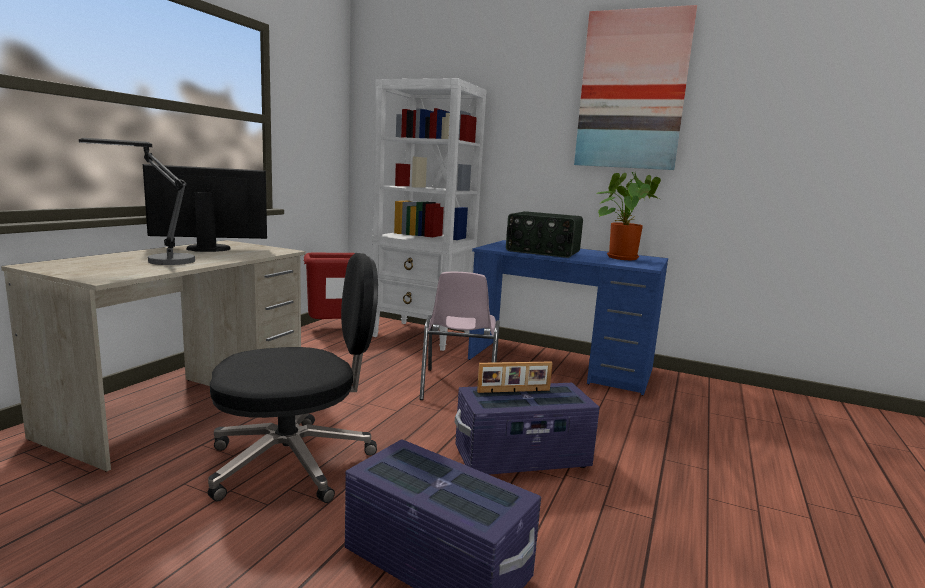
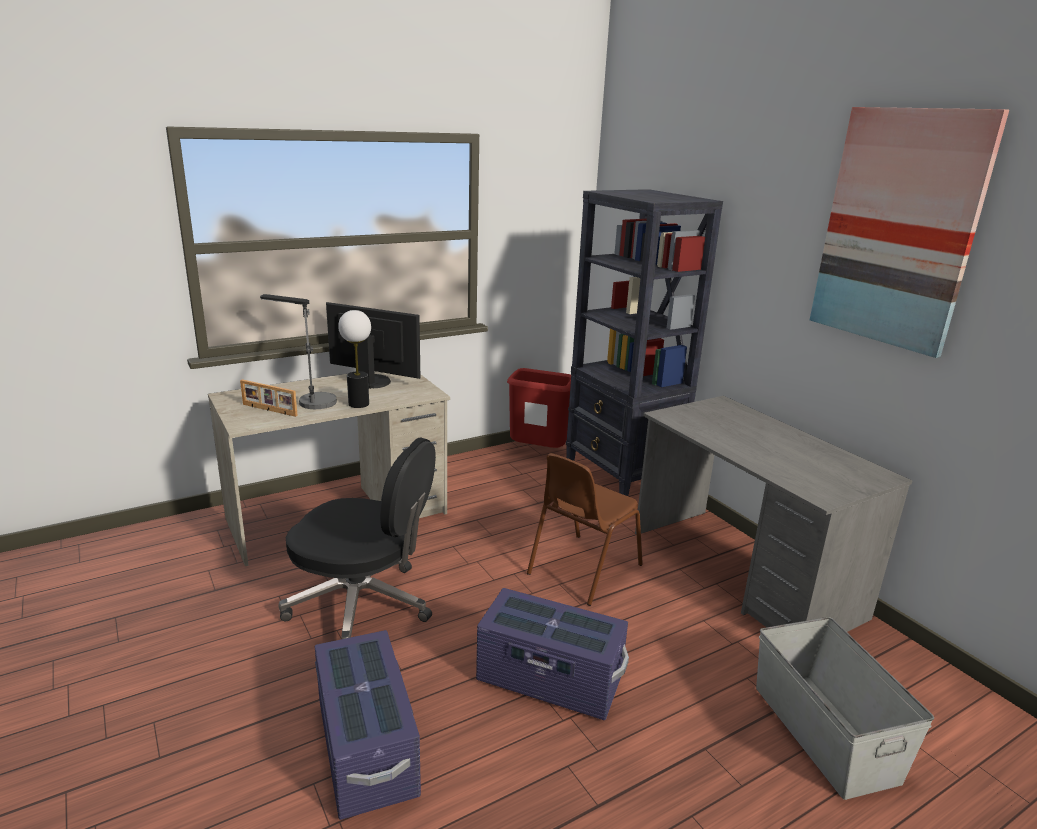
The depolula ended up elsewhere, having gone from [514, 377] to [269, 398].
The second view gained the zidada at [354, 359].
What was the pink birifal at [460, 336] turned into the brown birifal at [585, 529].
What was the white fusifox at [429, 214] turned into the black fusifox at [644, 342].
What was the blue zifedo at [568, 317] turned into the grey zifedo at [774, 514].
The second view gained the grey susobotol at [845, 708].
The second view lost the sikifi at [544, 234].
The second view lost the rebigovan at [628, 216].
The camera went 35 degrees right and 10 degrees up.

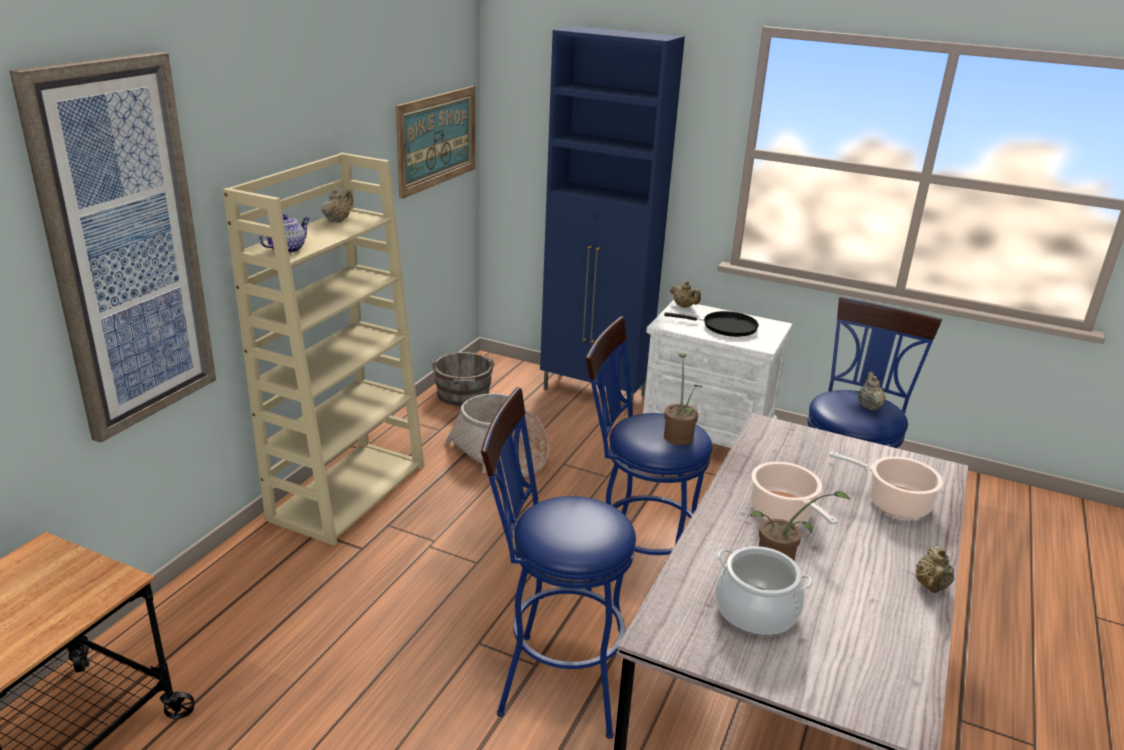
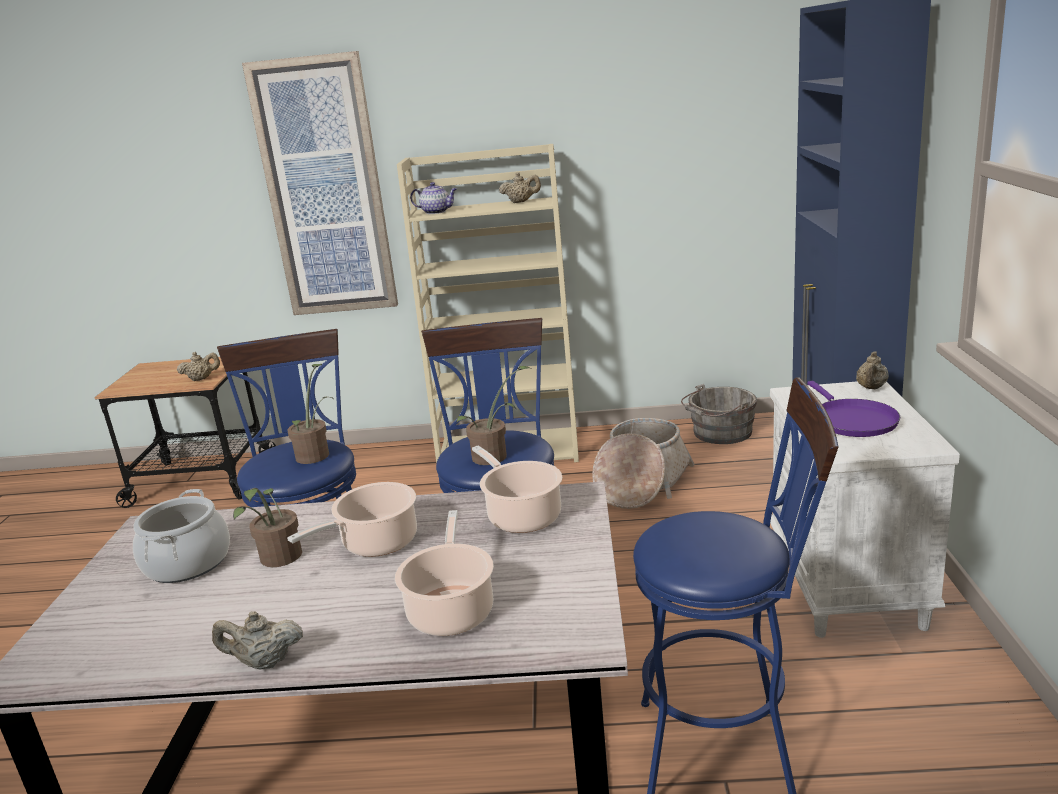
The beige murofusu ended up elsewhere, having gone from [872, 390] to [198, 366].
The second view gained the rebigovan at [311, 414].
The second view gained the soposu at [517, 489].
What was the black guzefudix at [711, 324] turned into the purple guzefudix at [853, 409].
The second view lost the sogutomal at [436, 142].
The camera went 70 degrees right and 5 degrees down.

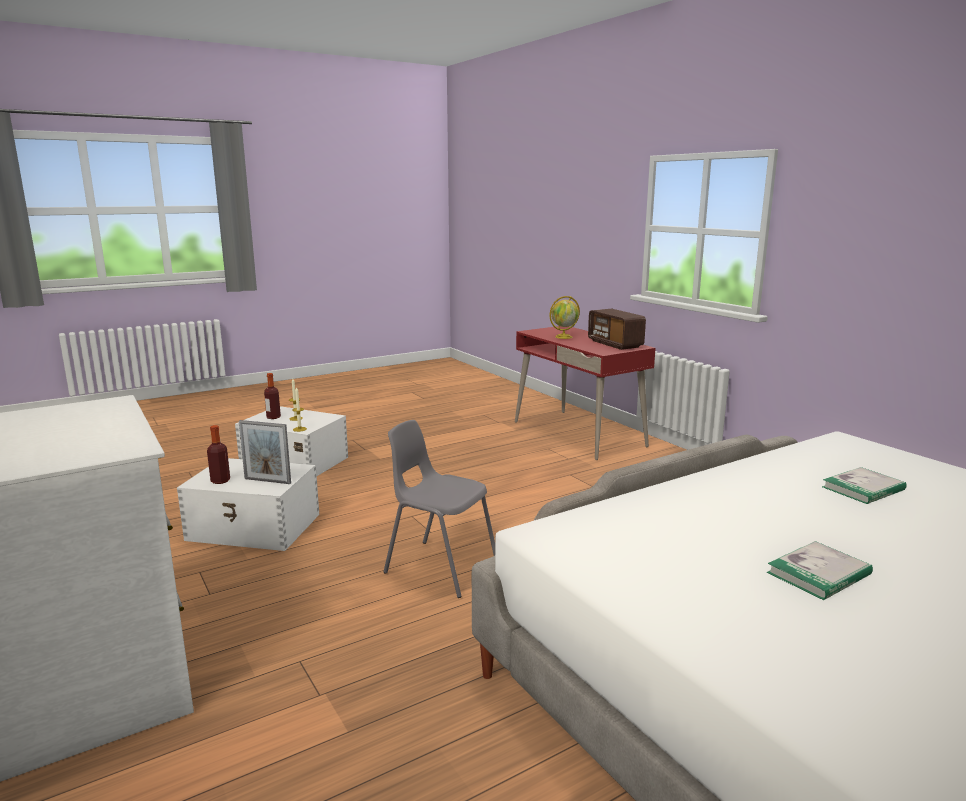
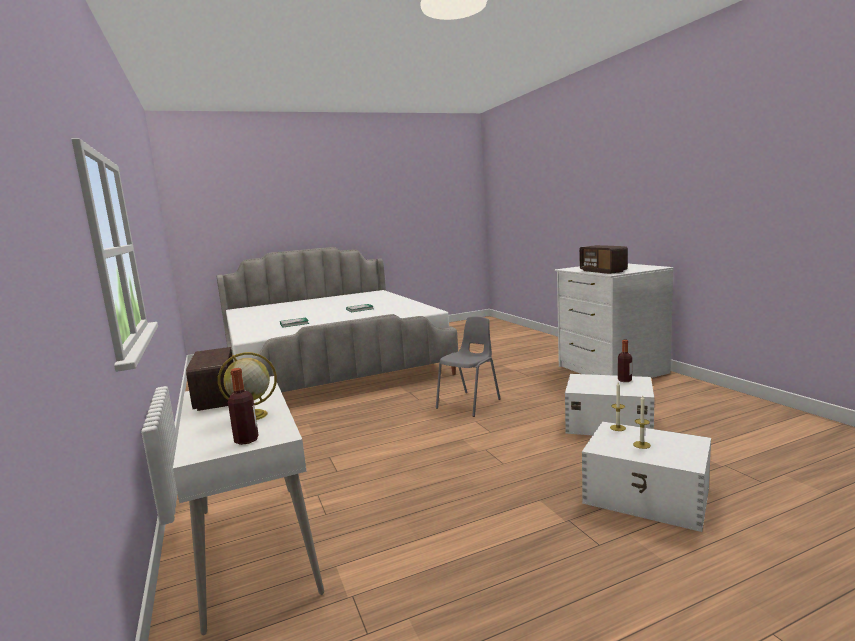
What was the red zifedo at [585, 393] turned into the white zifedo at [248, 505].
The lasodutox ended up elsewhere, having gone from [272, 396] to [243, 406].
The grey birifal at [439, 509] ended up facing another way, 90 degrees counterclockwise from before.
The second view gained the sikifi at [603, 259].
The second view lost the depolula at [265, 452].
The camera went 170 degrees left and 5 degrees down.

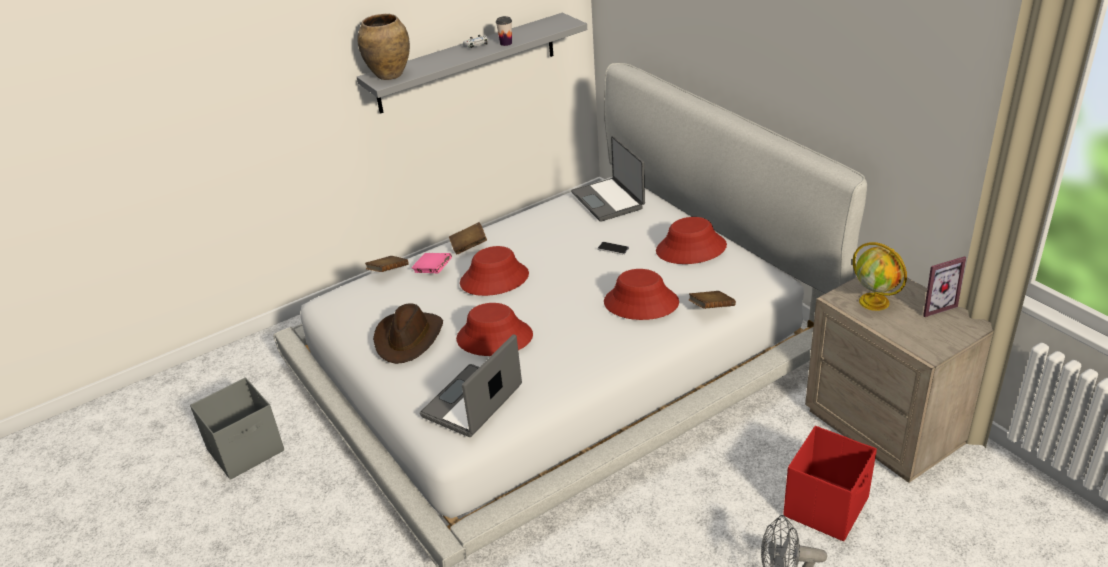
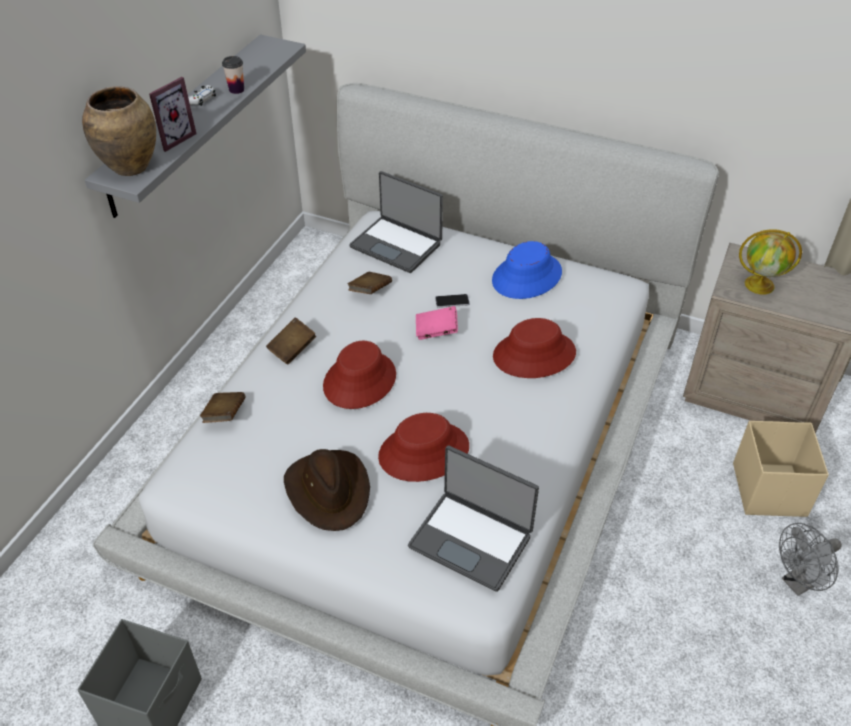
The depolula ended up elsewhere, having gone from [944, 286] to [172, 114].
The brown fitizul ended up elsewhere, having gone from [712, 300] to [370, 283].
The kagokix at [471, 385] ended up facing another way, 60 degrees counterclockwise from before.
The pink fitizul ended up elsewhere, having gone from [432, 263] to [437, 323].
What was the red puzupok at [691, 240] turned into the blue puzupok at [527, 270].
What was the red susobotol at [830, 483] turned into the beige susobotol at [781, 469].
The camera went 35 degrees left and 10 degrees up.

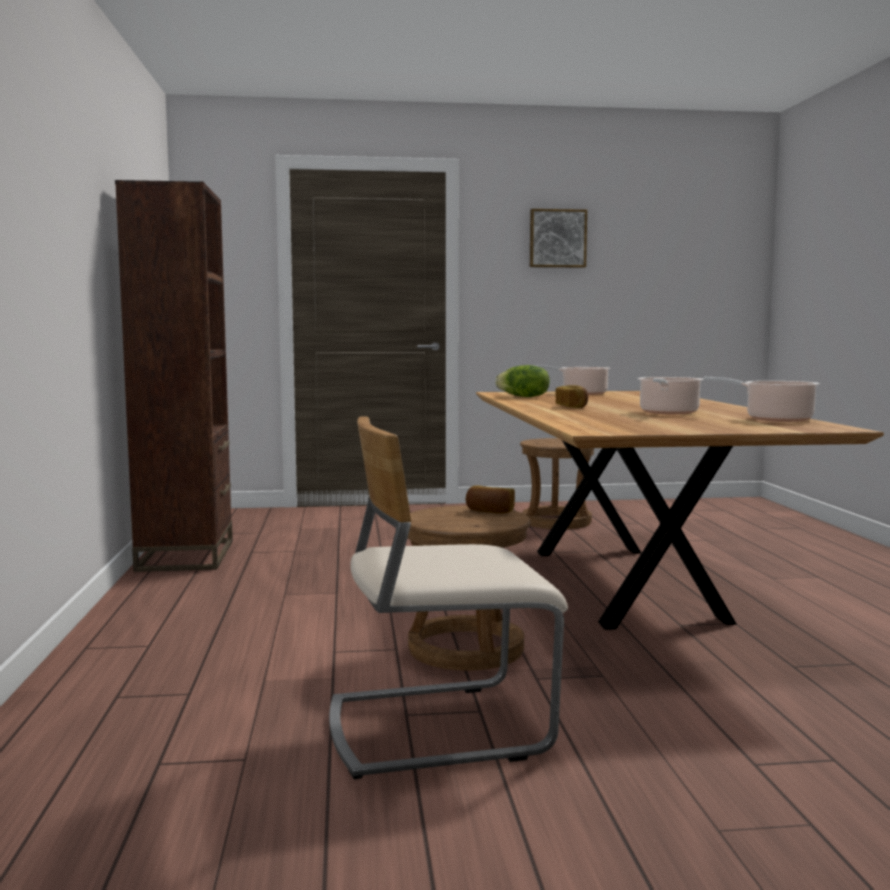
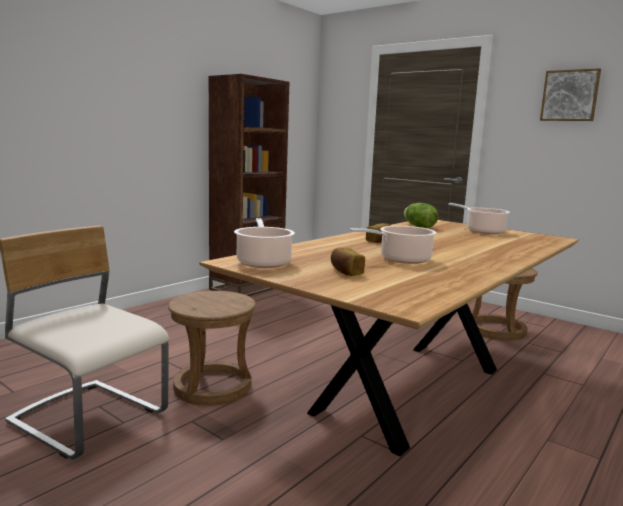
The soposu ended up elsewhere, having gone from [761, 399] to [264, 243].
The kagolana ended up elsewhere, having gone from [490, 499] to [348, 262].
The camera went 45 degrees right and 5 degrees up.

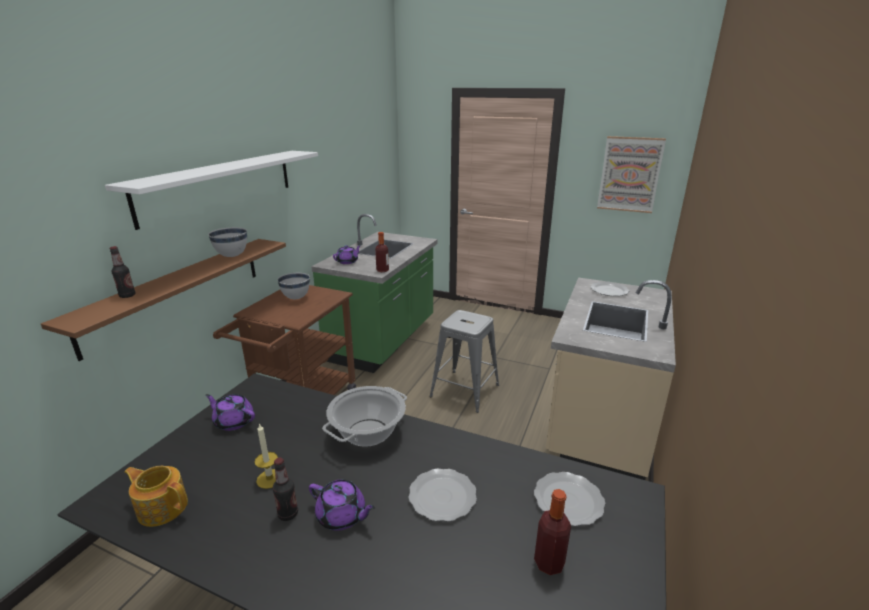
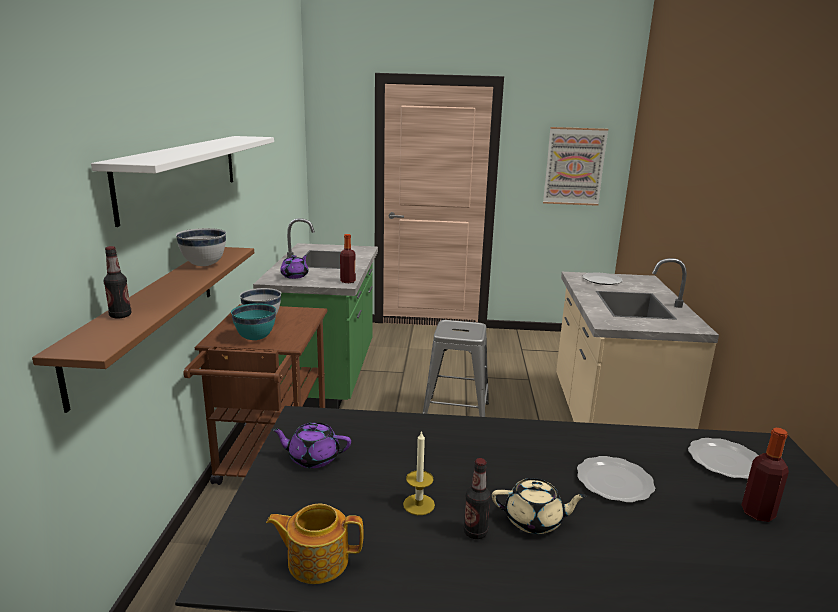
The second view gained the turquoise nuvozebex at [253, 321].
What was the purple murofusu at [342, 505] turned into the beige murofusu at [539, 506].
The second view lost the soposu at [364, 416].
The camera went 20 degrees left and 5 degrees down.

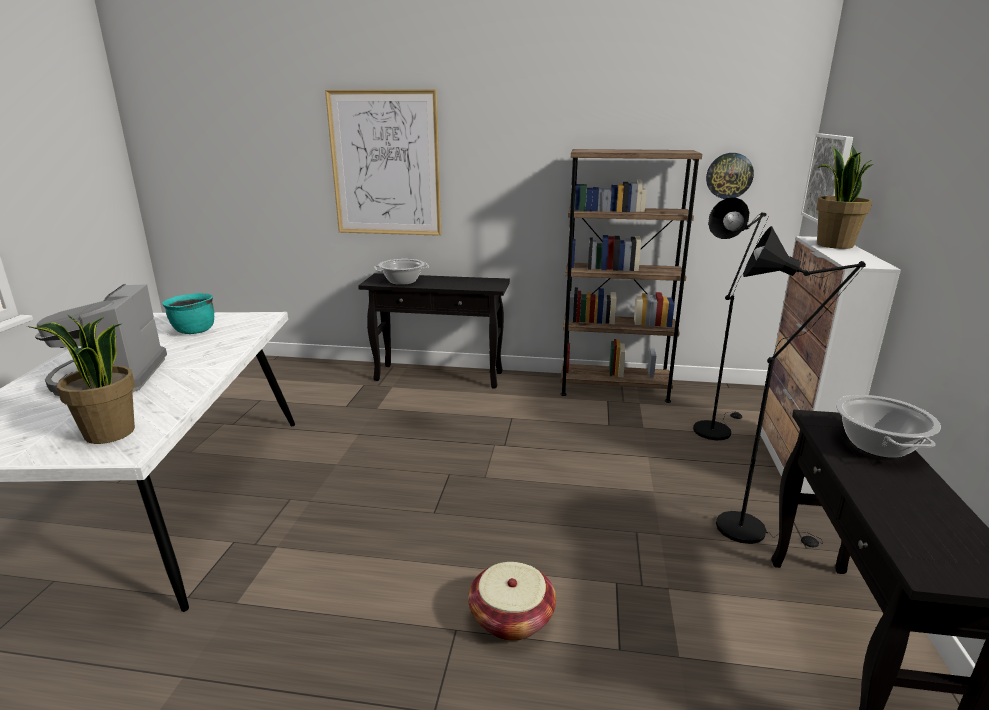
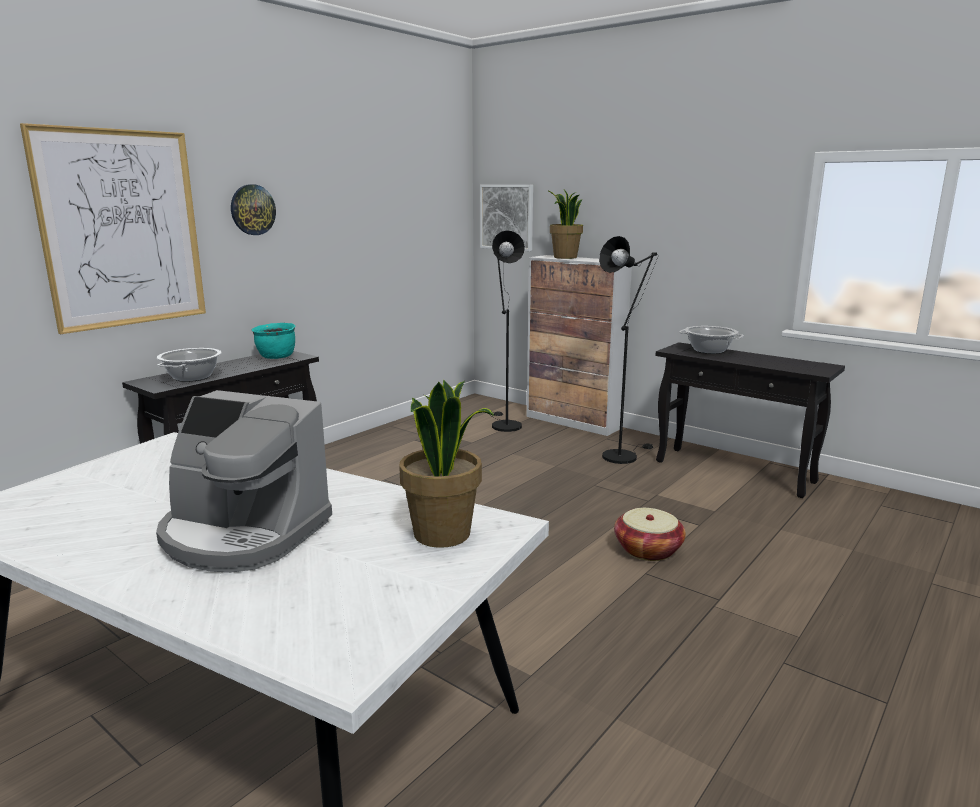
The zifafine ended up elsewhere, having gone from [730, 176] to [253, 209].
The turquoise soposu ended up elsewhere, having gone from [188, 313] to [273, 341].
The second view lost the brown fusifox at [631, 276].
The camera went 60 degrees left and 5 degrees down.

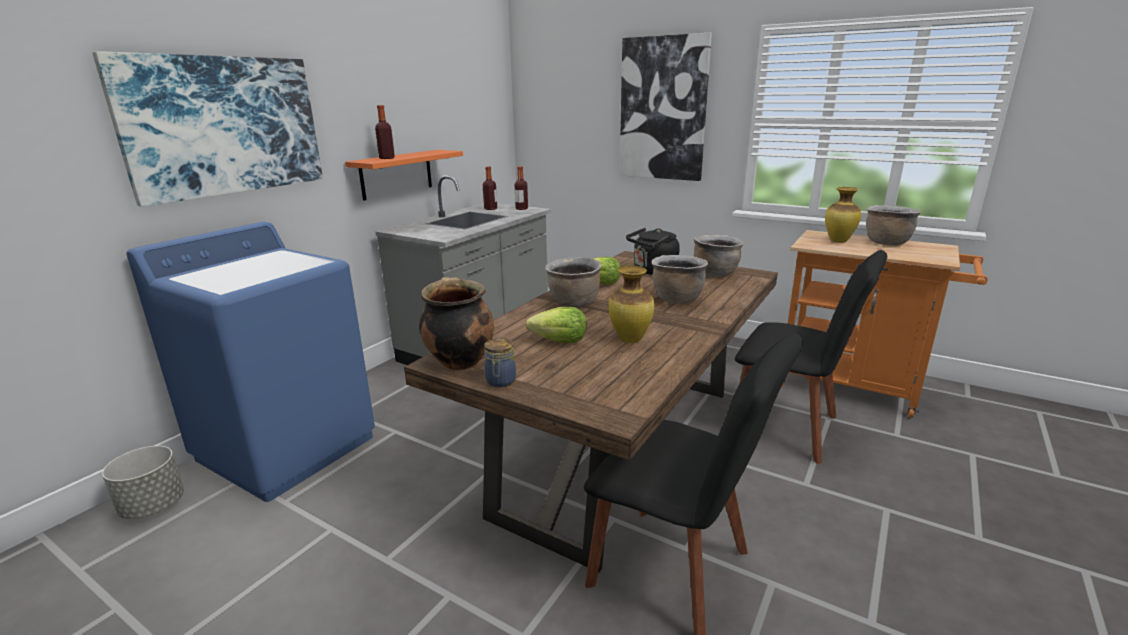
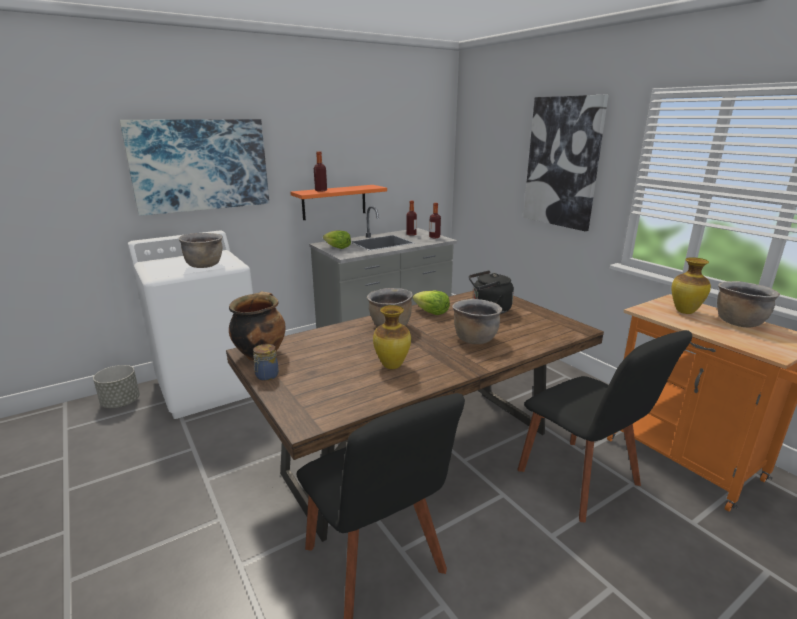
What was the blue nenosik at [250, 362] turned into the white nenosik at [190, 324].
The brown soposu ended up elsewhere, having gone from [719, 256] to [200, 250].
The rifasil ended up elsewhere, having gone from [556, 325] to [337, 239].
The camera went 25 degrees right and 0 degrees up.

